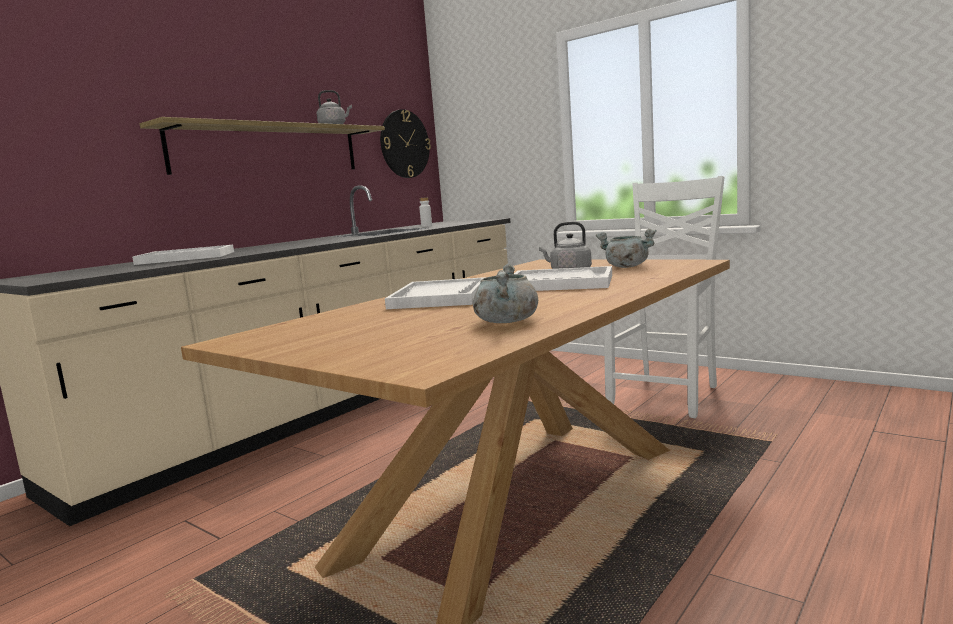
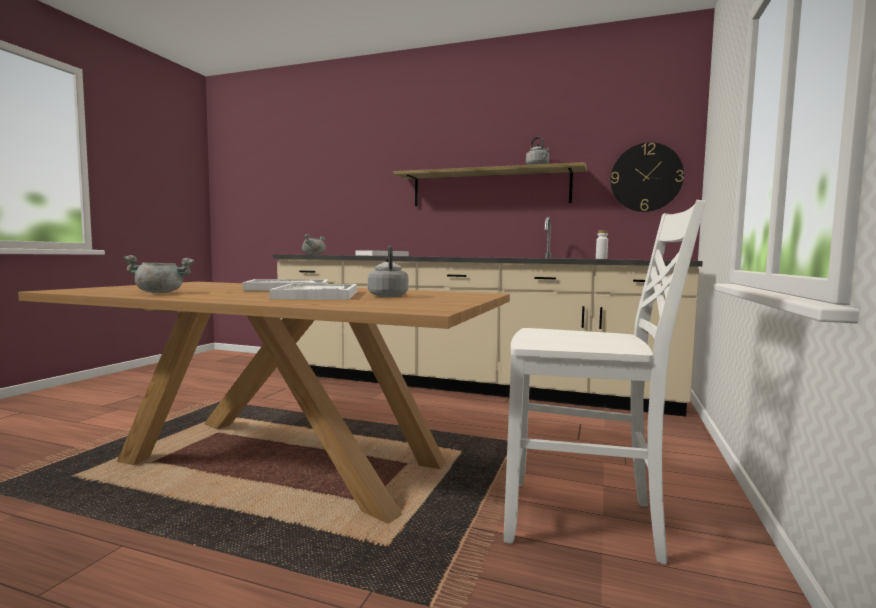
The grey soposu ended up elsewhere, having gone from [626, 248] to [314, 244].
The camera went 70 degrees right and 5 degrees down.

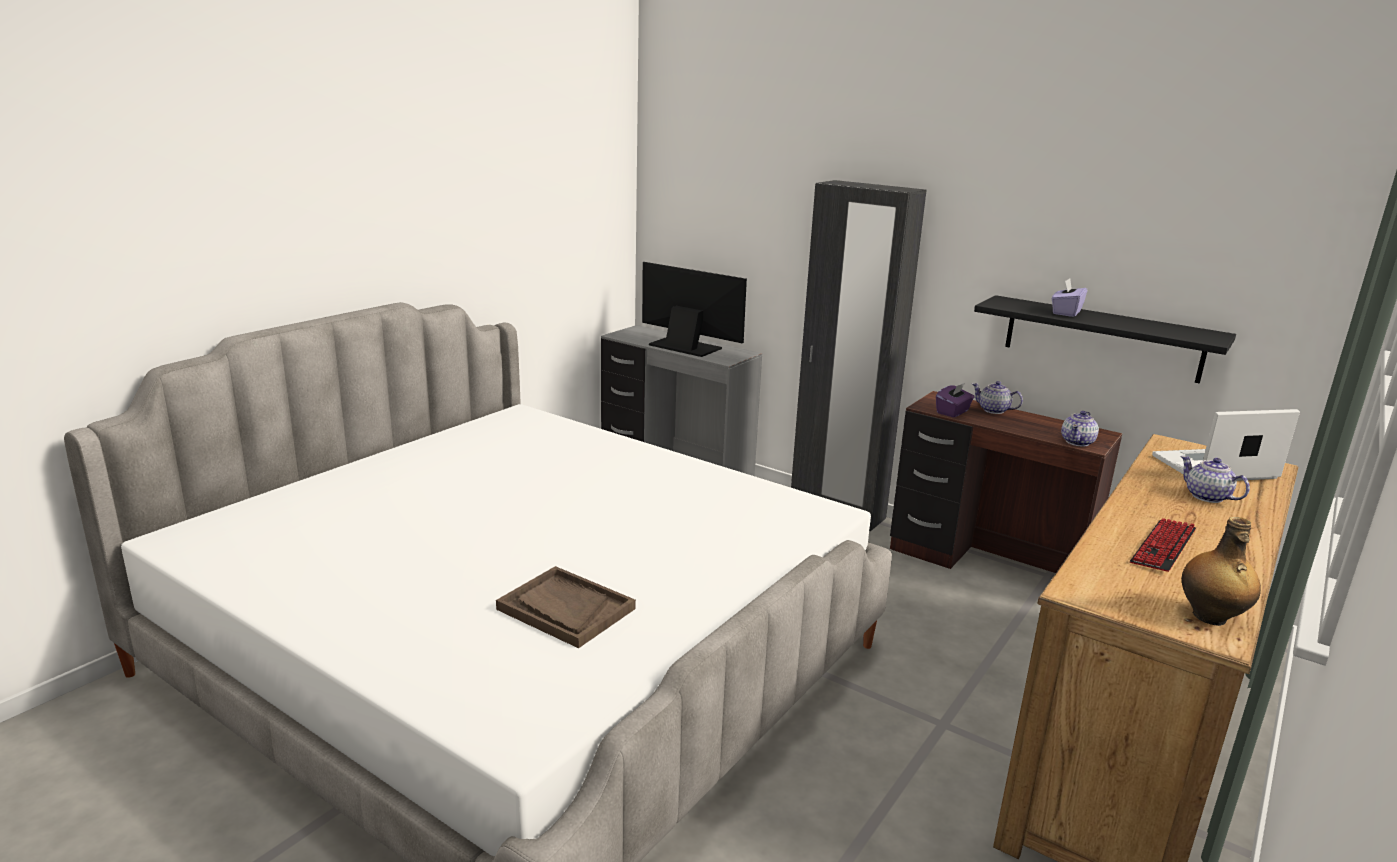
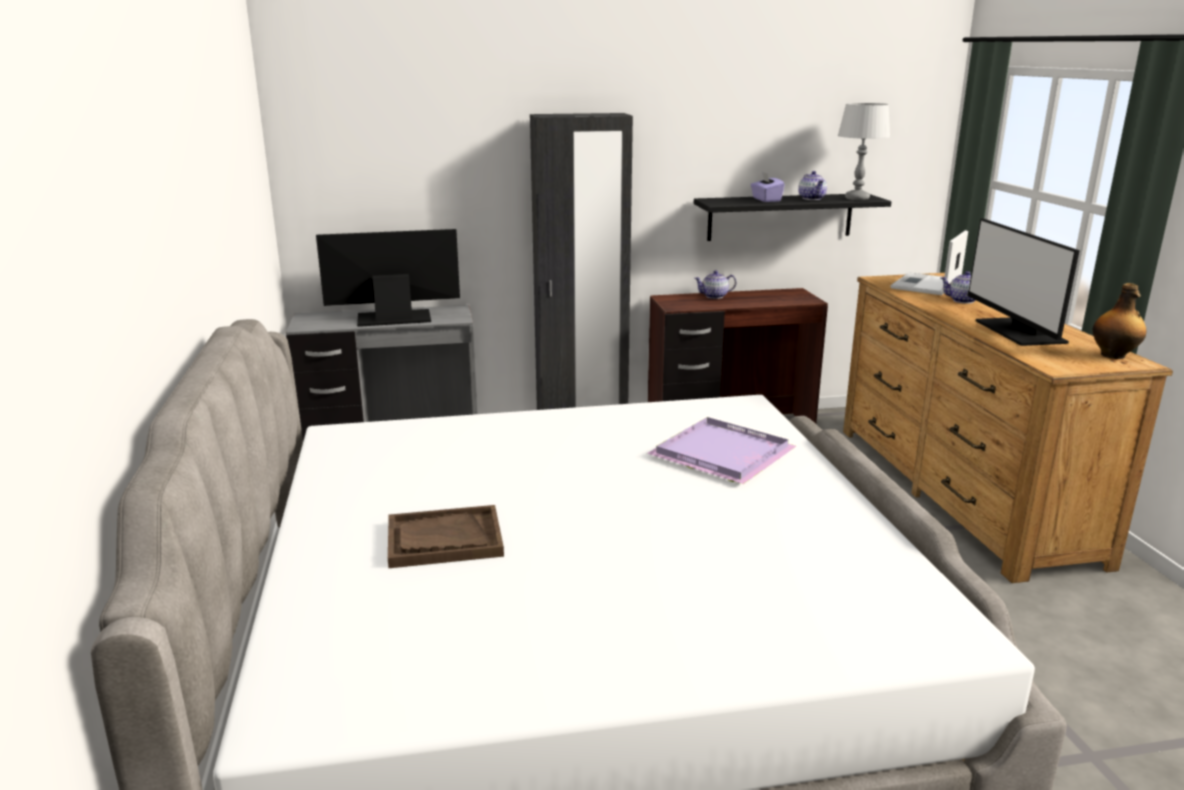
The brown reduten ended up elsewhere, having gone from [566, 607] to [446, 536].
The second view gained the purple reduten at [721, 450].
The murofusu ended up elsewhere, having gone from [1080, 429] to [812, 185].
The second view gained the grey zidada at [864, 151].
Where the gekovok stood at [1163, 545], the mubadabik came to stand at [1023, 282].
The second view lost the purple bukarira at [955, 400].
The camera went 45 degrees left and 0 degrees up.

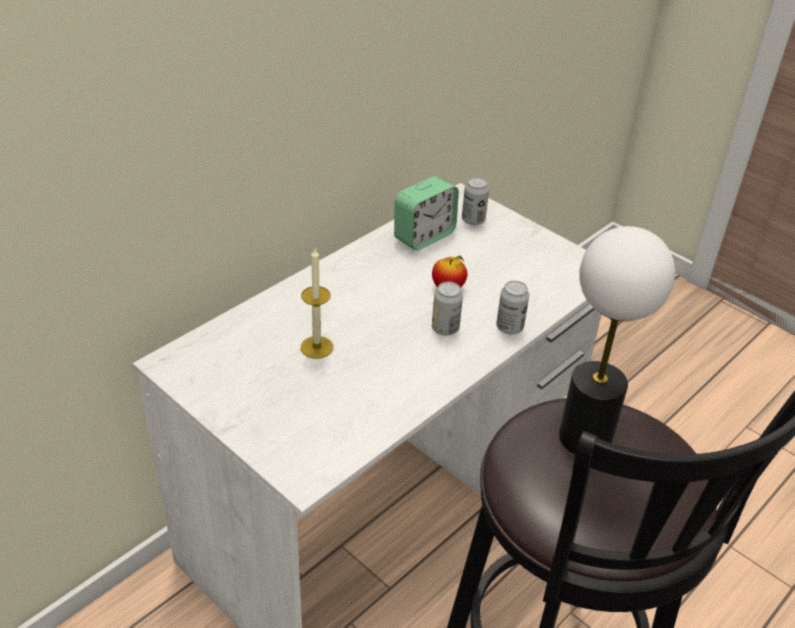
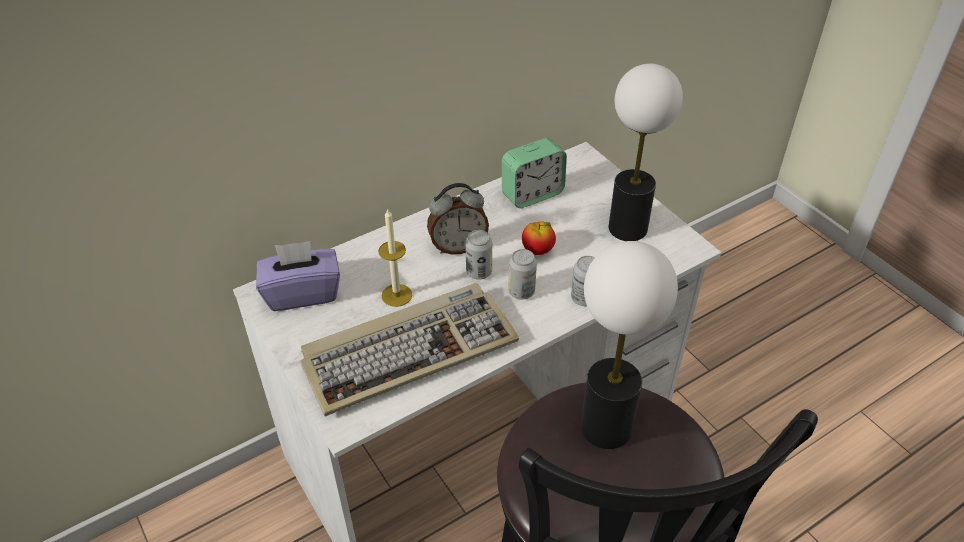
The second view gained the purple bukarira at [298, 276].
The second view gained the gekovok at [409, 350].
The second view gained the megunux at [458, 219].
The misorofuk ended up elsewhere, having gone from [475, 201] to [478, 255].
The second view gained the zidada at [646, 152].
The camera went 15 degrees right and 5 degrees up.

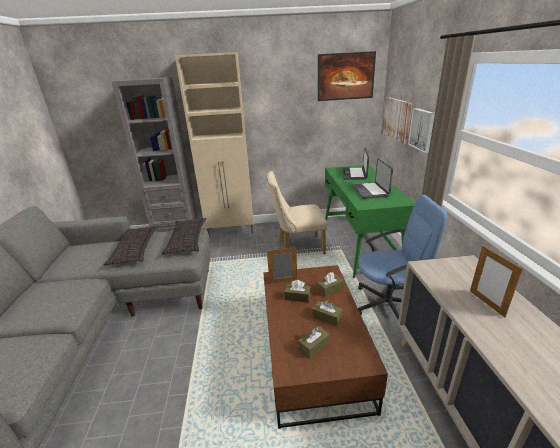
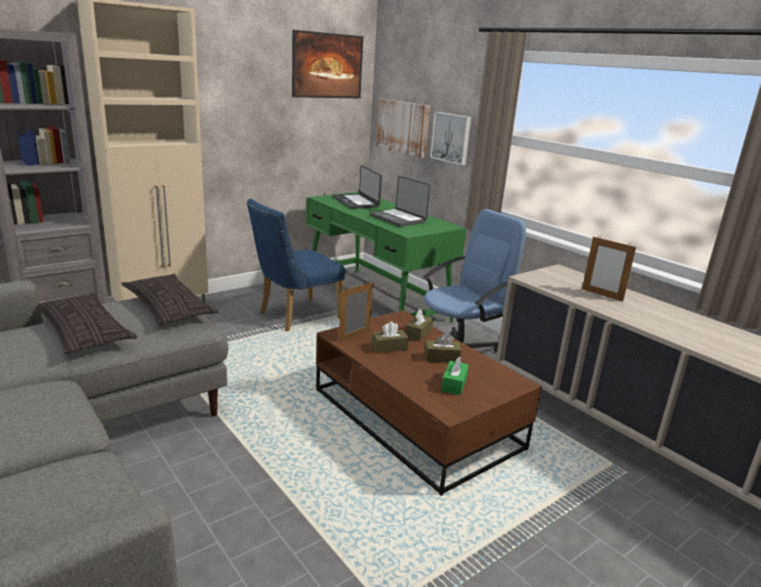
What was the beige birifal at [297, 213] turned into the blue birifal at [296, 264].
What was the brown bukarira at [314, 342] turned into the green bukarira at [455, 375].
The camera went 35 degrees left and 5 degrees down.

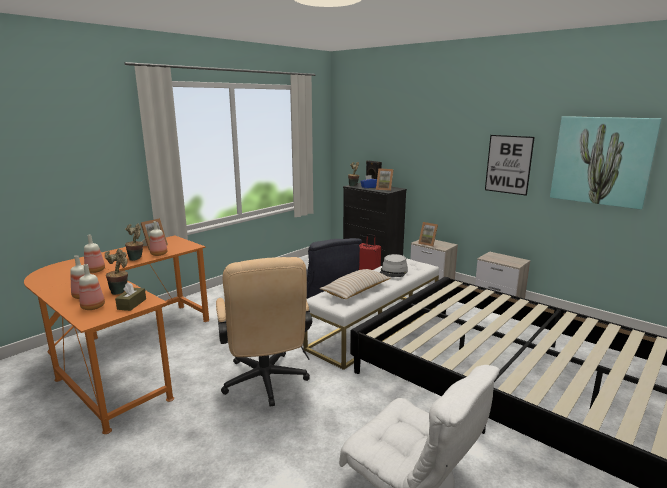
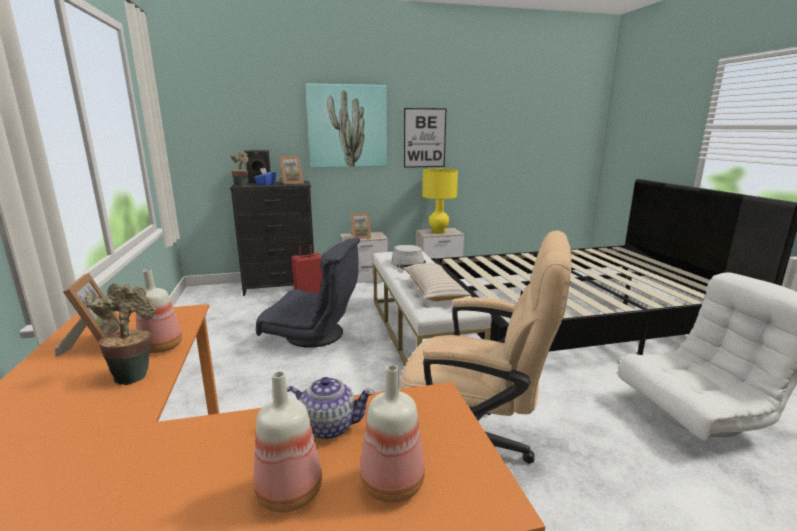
Where the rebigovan stood at [116, 272], the murofusu came to stand at [331, 408].
The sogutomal ended up elsewhere, having gone from [606, 163] to [346, 125].
The second view gained the yellow zidada at [440, 201].
The second view lost the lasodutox at [94, 254].
The second view lost the brown bukarira at [130, 296].
The camera went 55 degrees left and 0 degrees up.

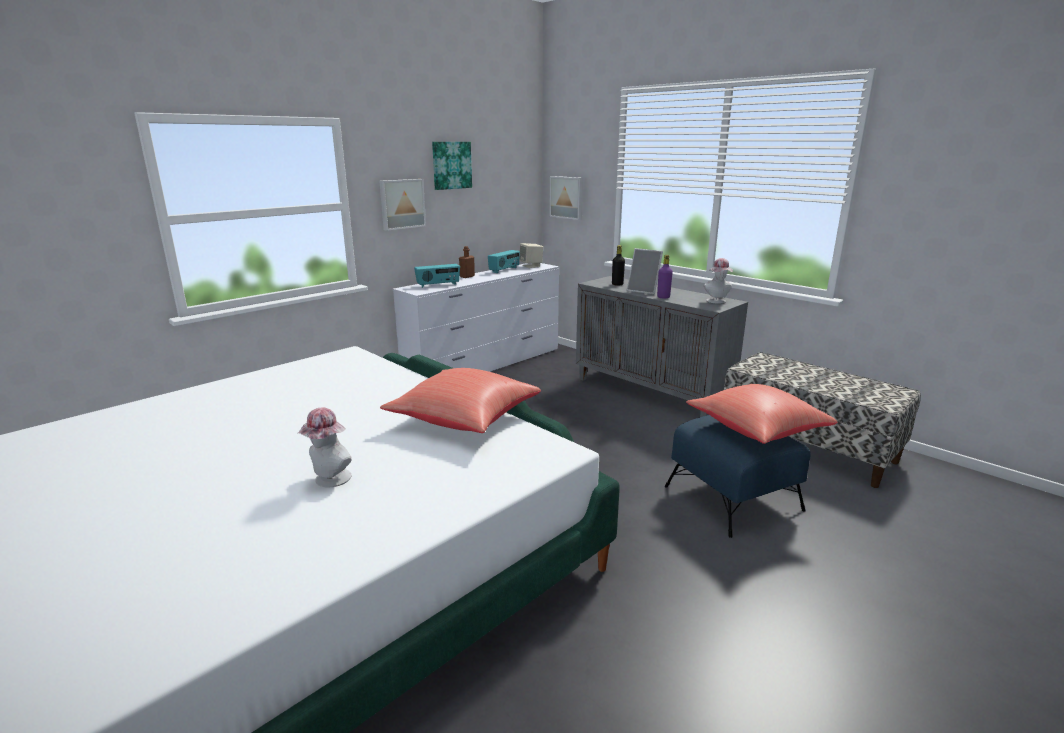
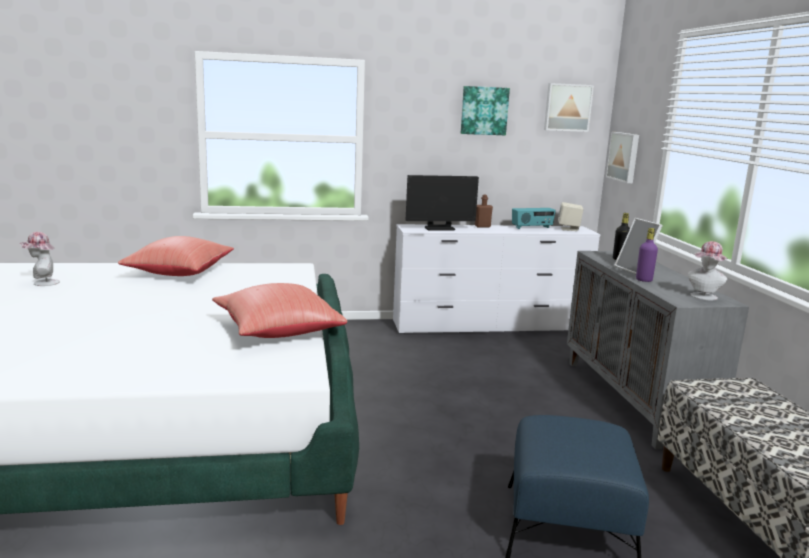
The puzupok ended up elsewhere, having gone from [325, 447] to [39, 259].
The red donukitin ended up elsewhere, having gone from [761, 414] to [176, 256].
Where the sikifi stood at [437, 276], the mubadabik came to stand at [442, 203].
The sogutomal ended up elsewhere, having gone from [402, 205] to [569, 107].
The camera went 35 degrees right and 5 degrees down.

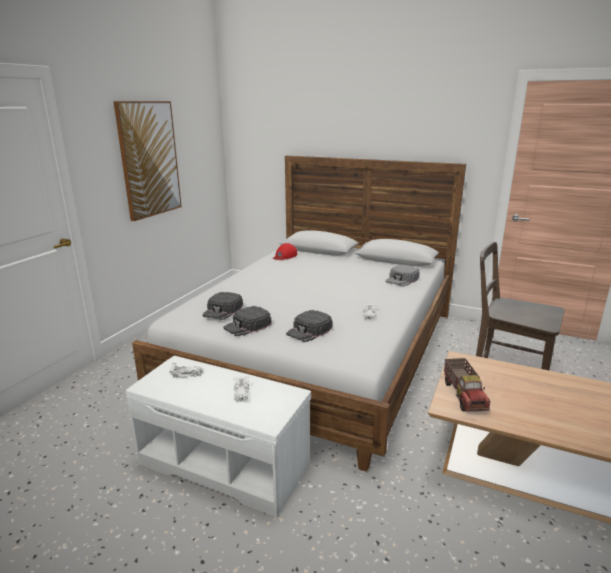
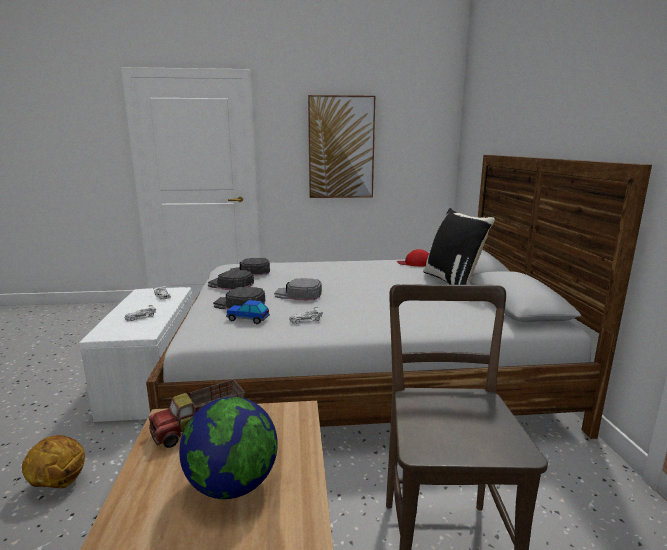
The second view gained the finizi at [53, 461].
The second view gained the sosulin at [228, 448].
The second view gained the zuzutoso at [248, 312].
The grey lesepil ended up elsewhere, having gone from [402, 276] to [298, 289].
The second view gained the black donukitin at [459, 246].
The camera went 60 degrees right and 5 degrees down.

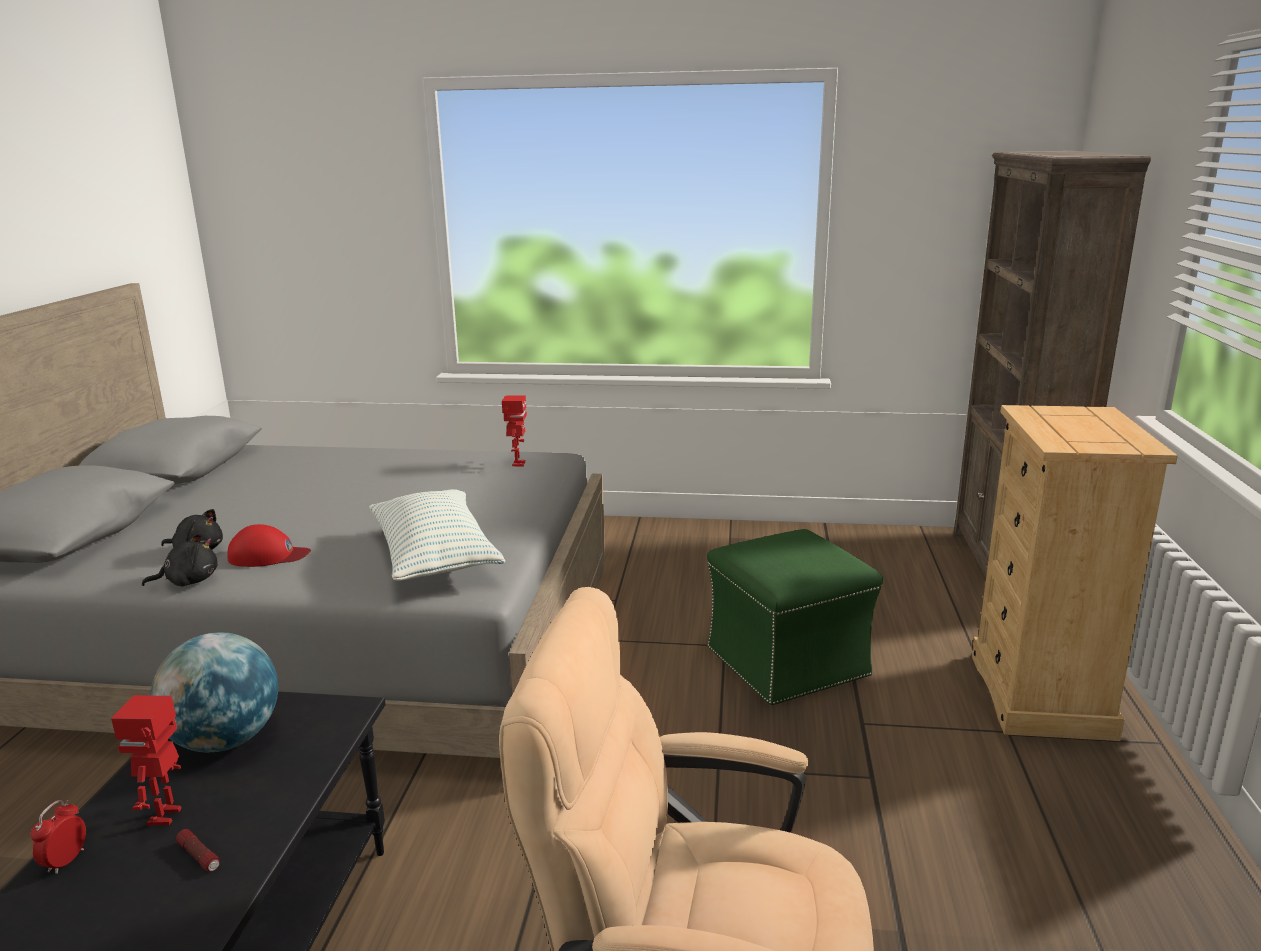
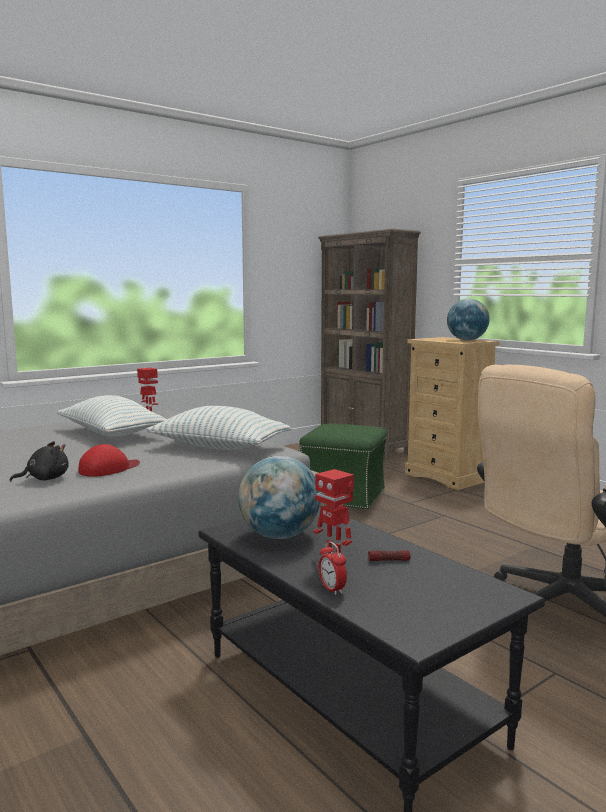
The second view gained the donukitin at [112, 416].
The second view gained the sosulin at [468, 319].
The second view lost the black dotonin at [180, 559].
The camera went 45 degrees left and 10 degrees down.

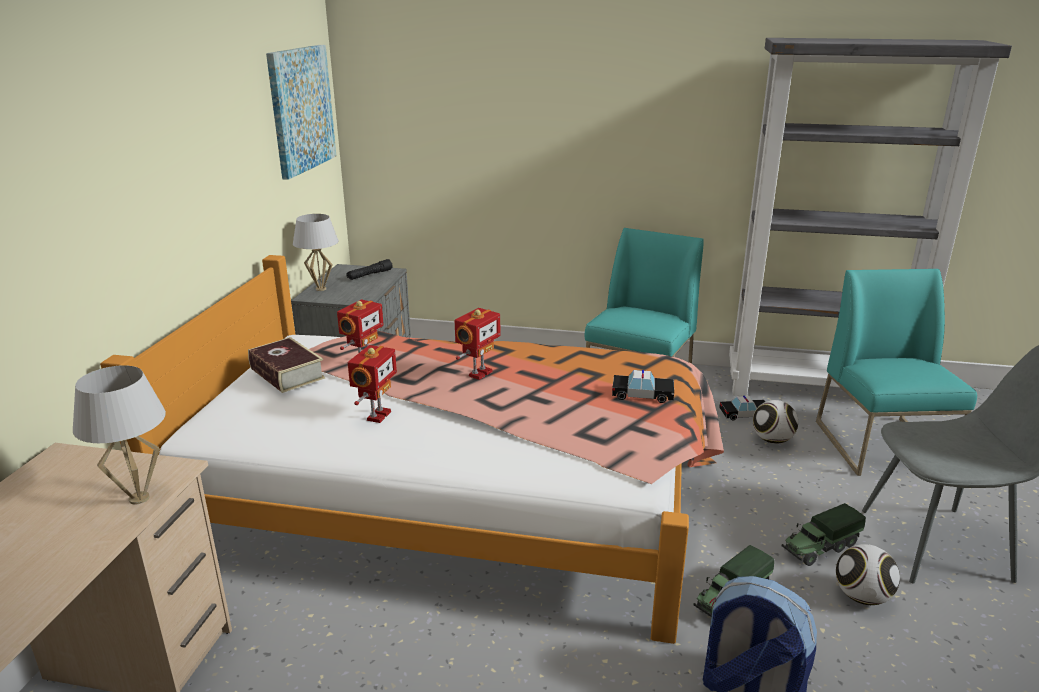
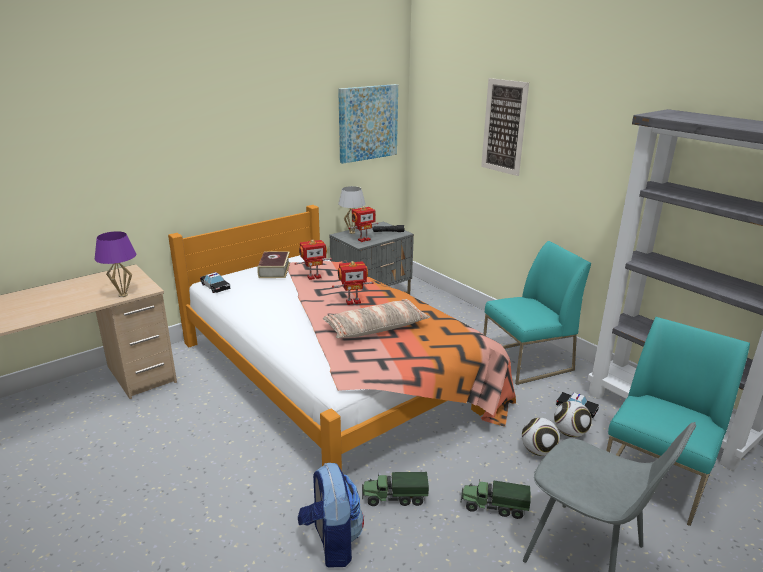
What was the white zidada at [119, 435] turned into the purple zidada at [115, 264].
The zuzutoso ended up elsewhere, having gone from [643, 386] to [215, 282].
The second view gained the donukitin at [376, 318].
The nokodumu ended up elsewhere, having gone from [372, 384] to [363, 224].
The second view gained the sogutomal at [505, 127].
The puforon ended up elsewhere, having gone from [868, 574] to [541, 437].
The camera went 40 degrees right and 0 degrees up.

